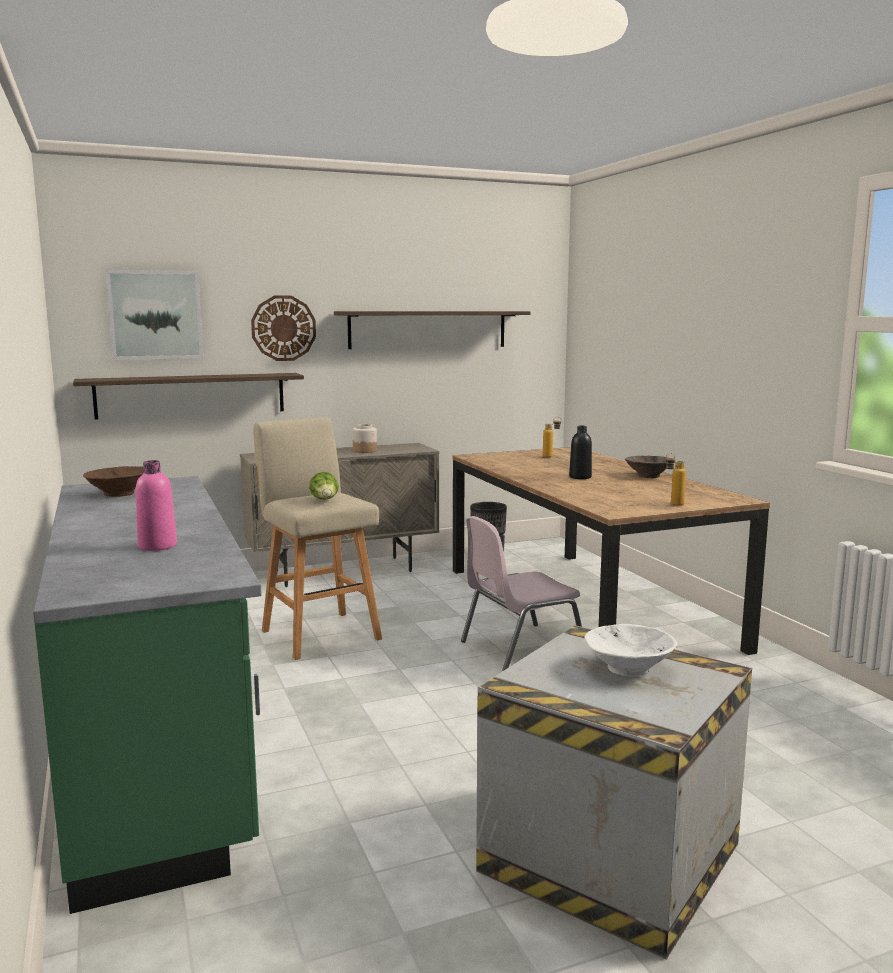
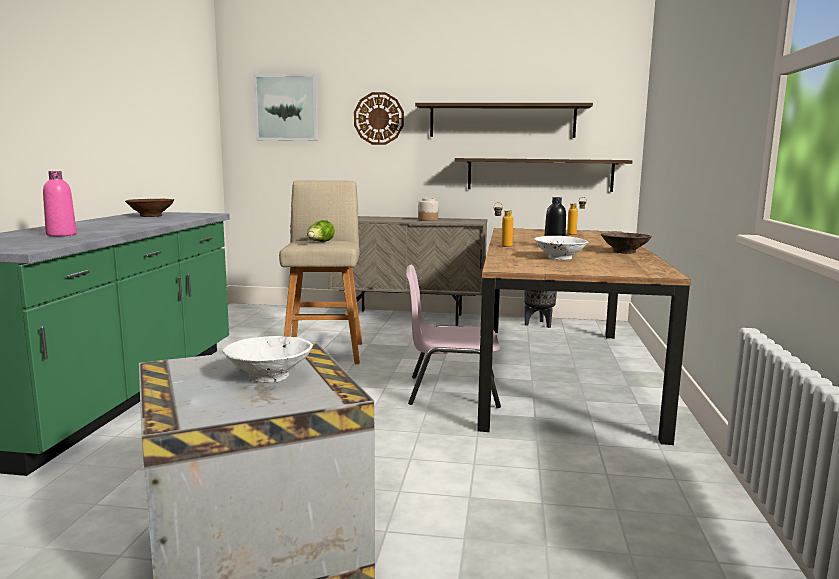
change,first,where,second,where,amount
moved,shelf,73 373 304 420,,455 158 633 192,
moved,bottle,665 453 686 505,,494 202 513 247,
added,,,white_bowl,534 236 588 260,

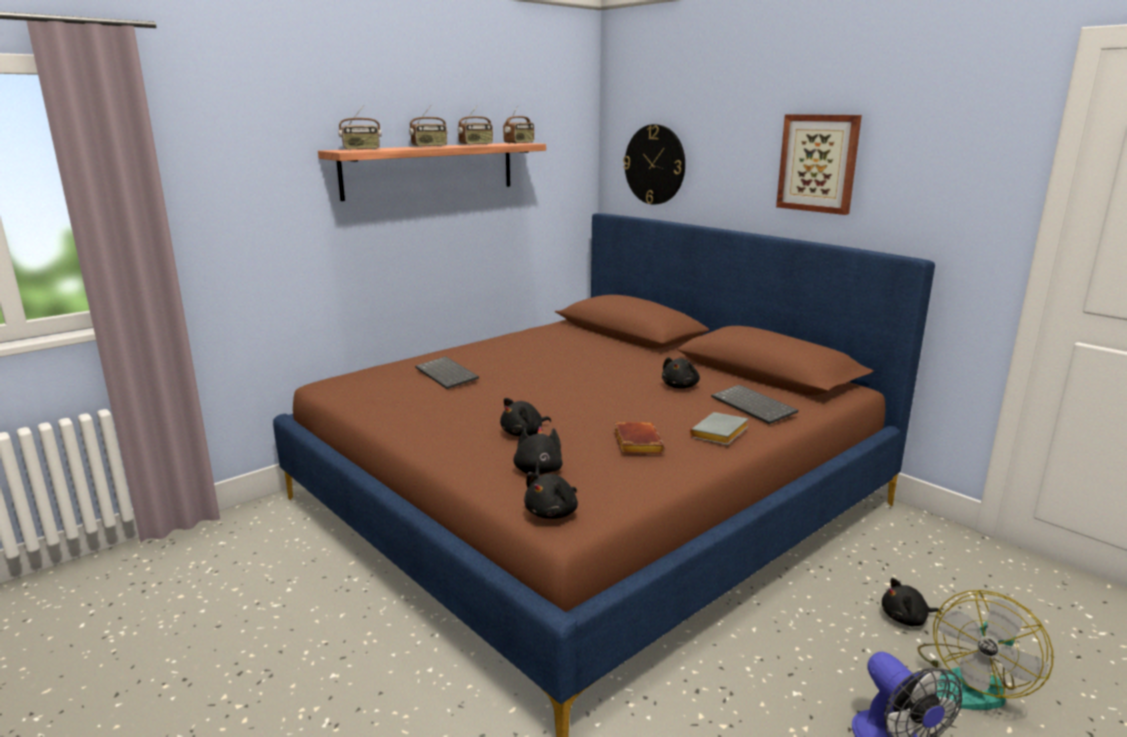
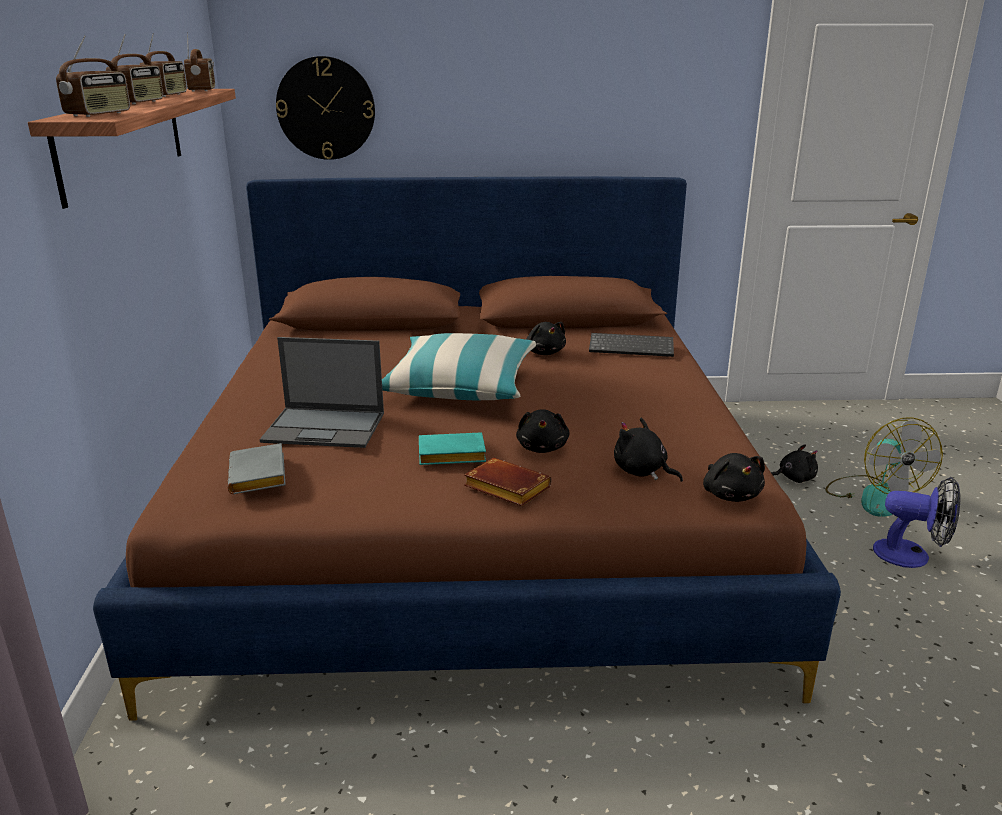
change,first,where,second,where,amount
replaced,keyboard,415 356 479 389,laptop,259 337 384 448,
moved,brown_book,614 422 665 454,,464 458 551 506,
moved,grey_book,690 412 748 445,,228 443 286 494,
removed,picture,776 114 862 215,,,
turned,black_plush_toy,882 578 941 626,,771 444 818 483,135 degrees counterclockwise
added,,,pillow,382 333 536 400,
added,,,turquoise_book,419 432 486 465,

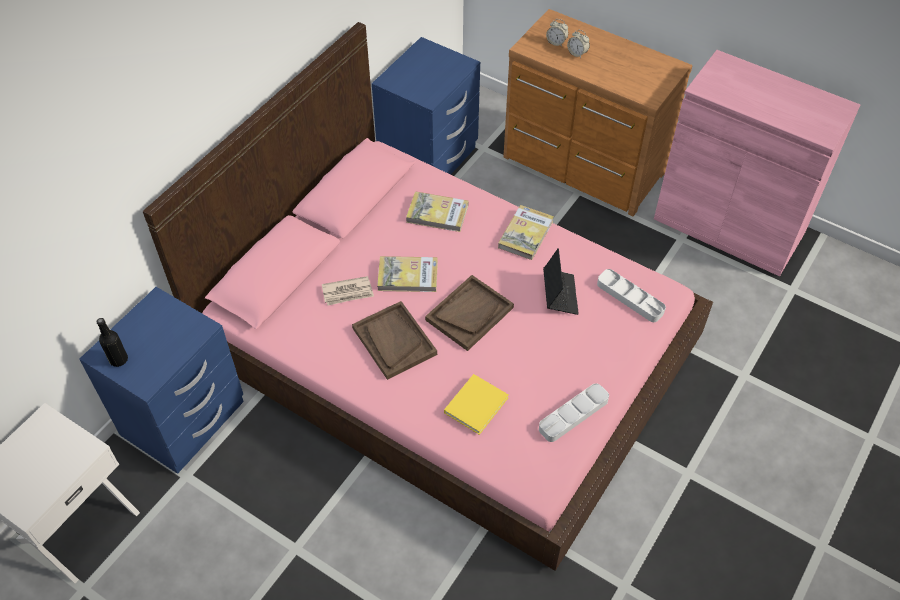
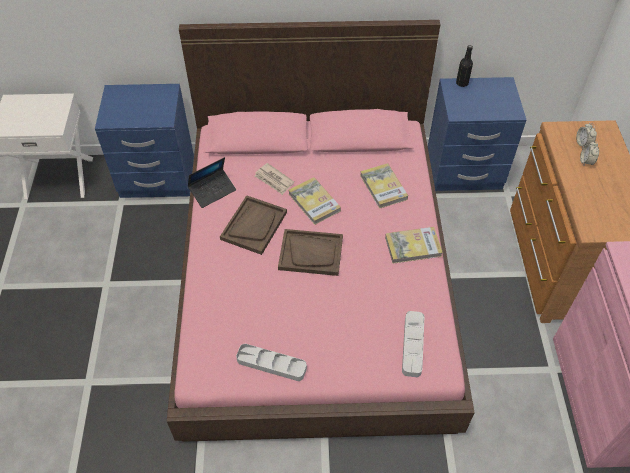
change,first,where,second,where,amount
moved,black_bottle,96 318 128 367,,456 45 473 87,
removed,yellow_book,444 374 509 435,,,
moved,laptop,543 248 579 315,,188 157 236 208,

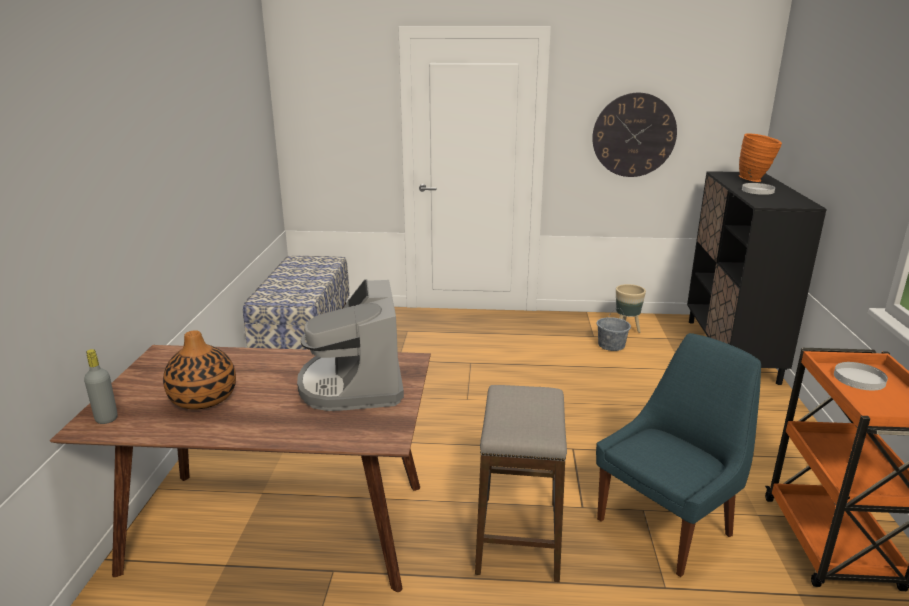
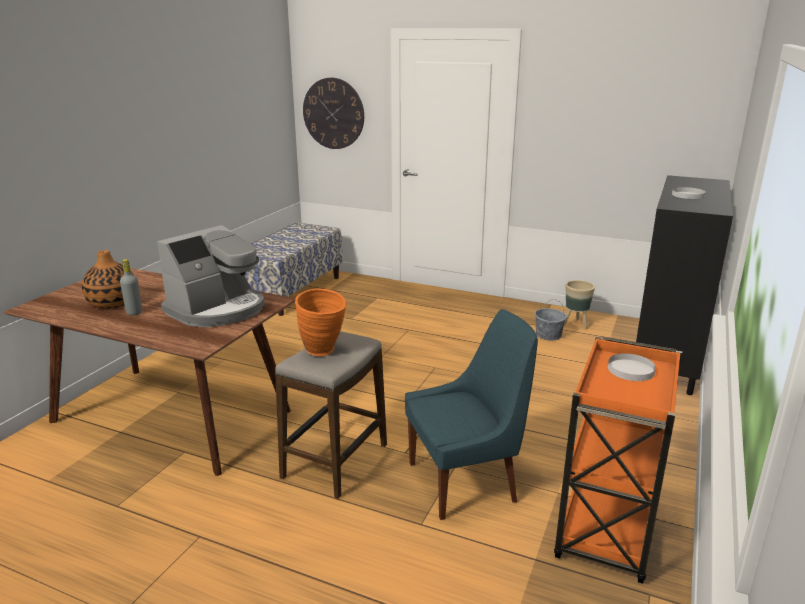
change,first,where,second,where,amount
moved,grey_bottle,84 349 118 424,,120 259 142 316,
turned,coffee_machine,297 279 404 411,,157 225 265 327,150 degrees counterclockwise
moved,wall_clock,592 93 677 177,,303 78 364 149,
moved,orange_vase,739 133 782 182,,295 288 347 356,

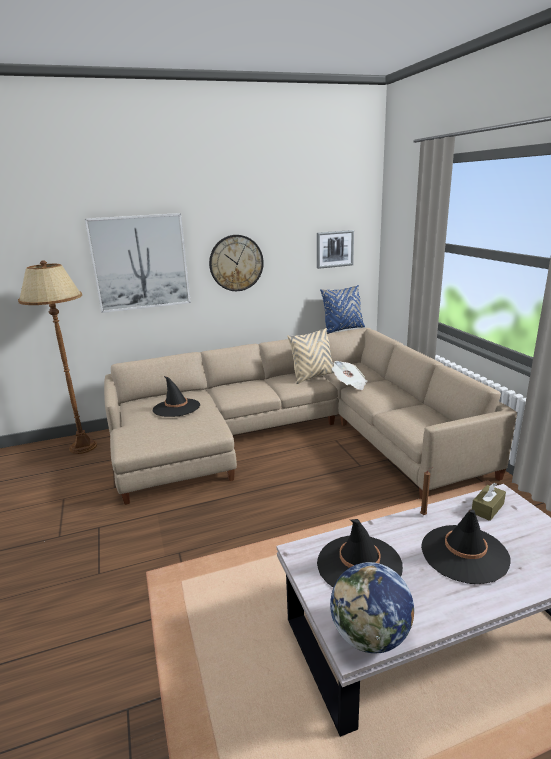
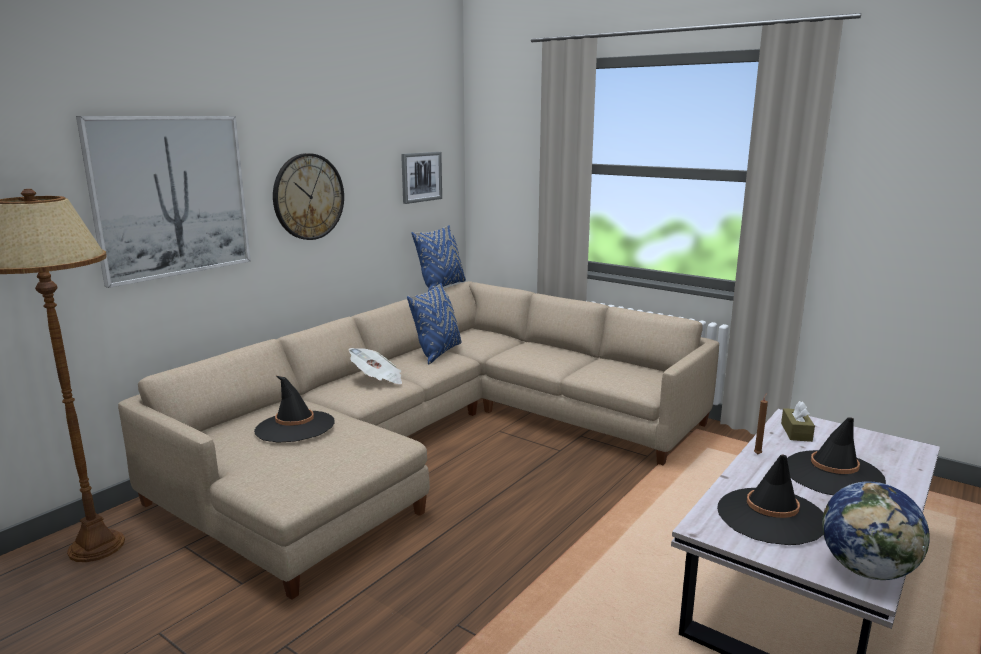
change,first,where,second,where,amount
recoloured,beige_pillow,287 328 334 384,blue_pillow,407 283 462 364,
moved,newspaper,332 361 368 390,,348 348 402 384,

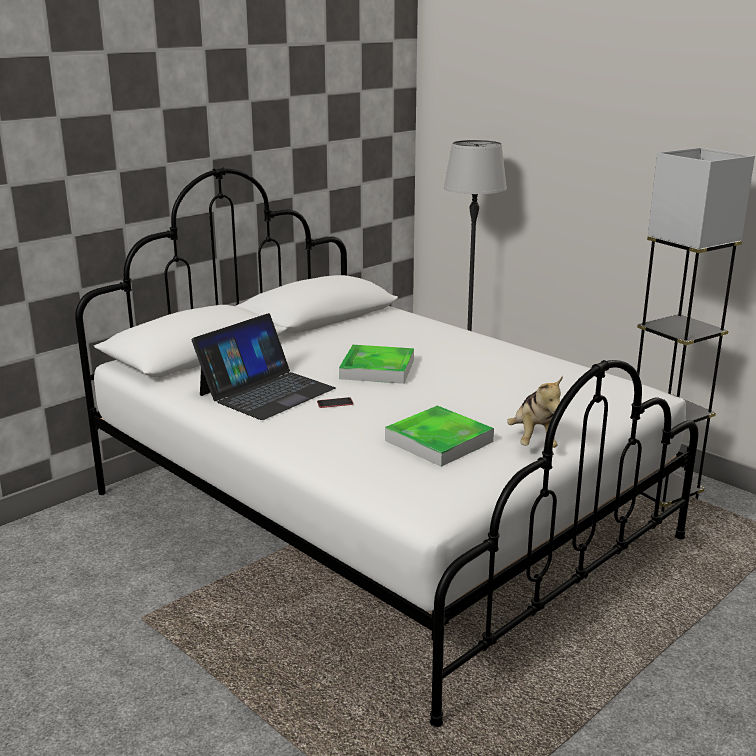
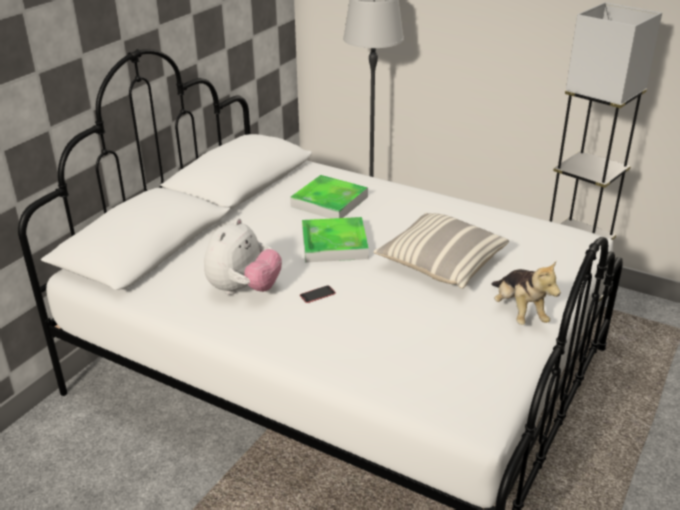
change,first,where,second,where,amount
replaced,laptop,192 313 335 420,plush_toy,204 218 282 295,
moved,tray,385 405 494 467,,290 175 368 219,
added,,,pillow,373 213 509 289,

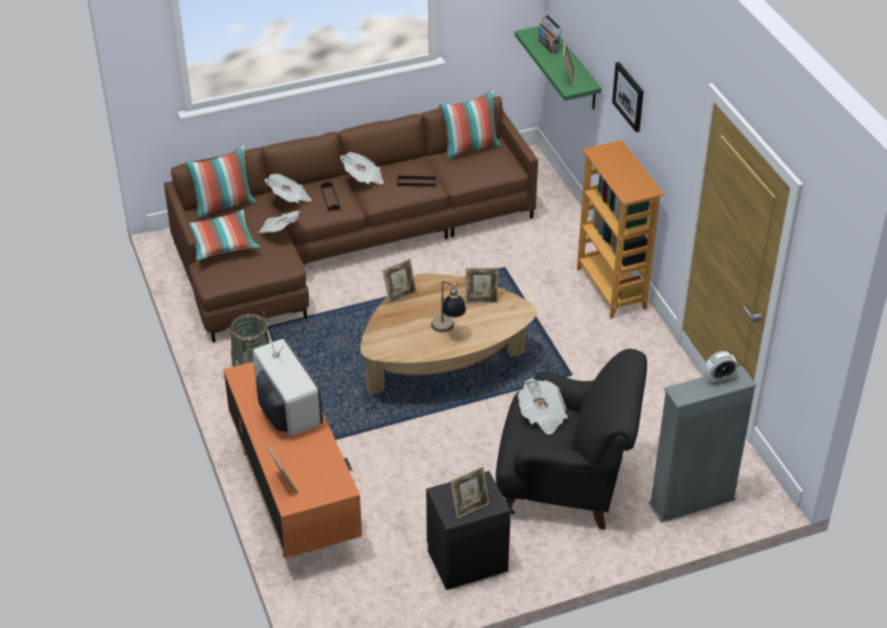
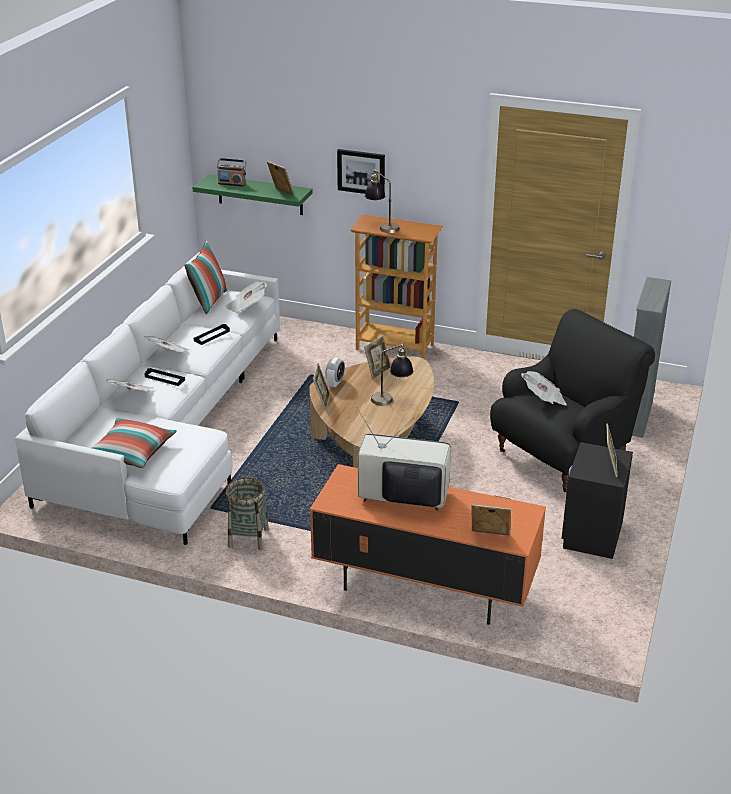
change,first,where,second,where,amount
recoloured,brown_sofa,164 96 538 342,white_sofa,15 252 280 545,
removed,pillow,184 145 256 219,,,
moved,newspaper,258 211 301 233,,226 281 267 314,
moved,alarm_clock,705 351 738 384,,325 357 345 388,
added,,,table_lamp,365 169 400 233,

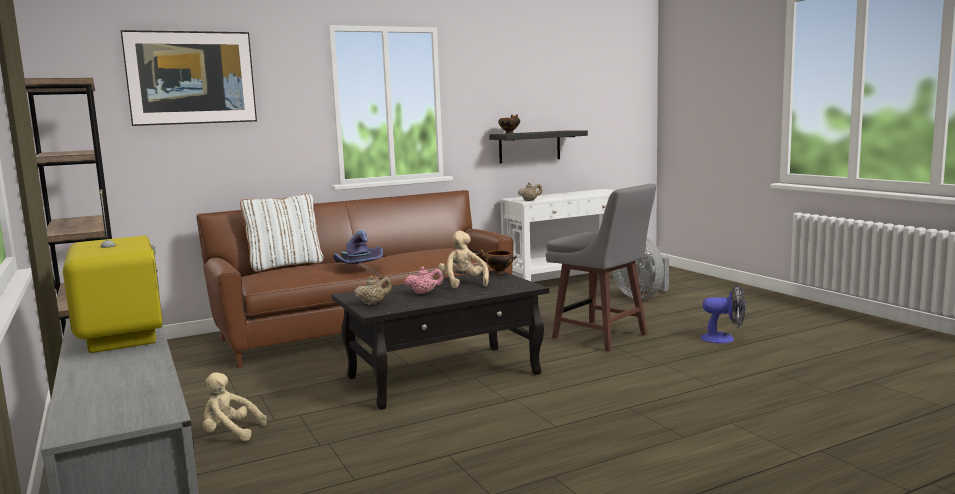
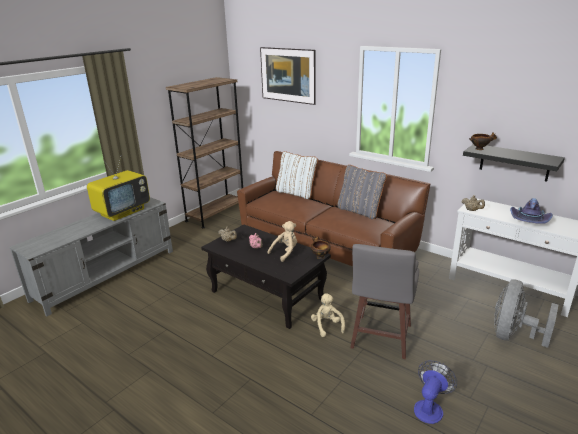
change,first,where,second,where,amount
moved,beige_plush_toy,203 373 267 441,,311 293 345 337,
moved,purple_hat,333 230 383 264,,510 198 553 224,
turned,fan,701 285 745 344,,414 360 457 424,135 degrees counterclockwise
added,,,grey_pillow,337 165 387 219,

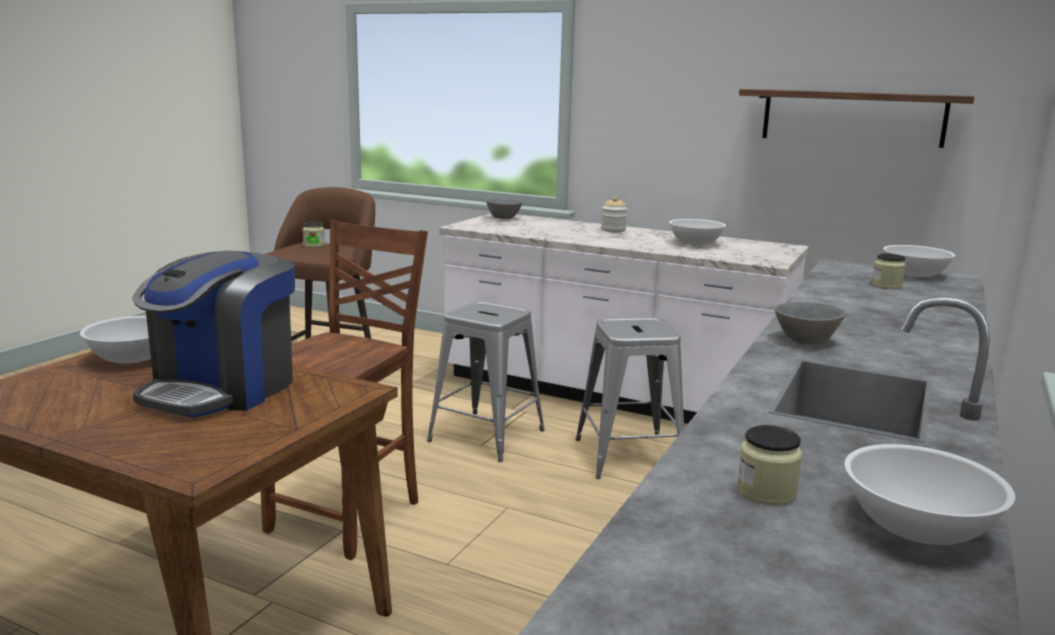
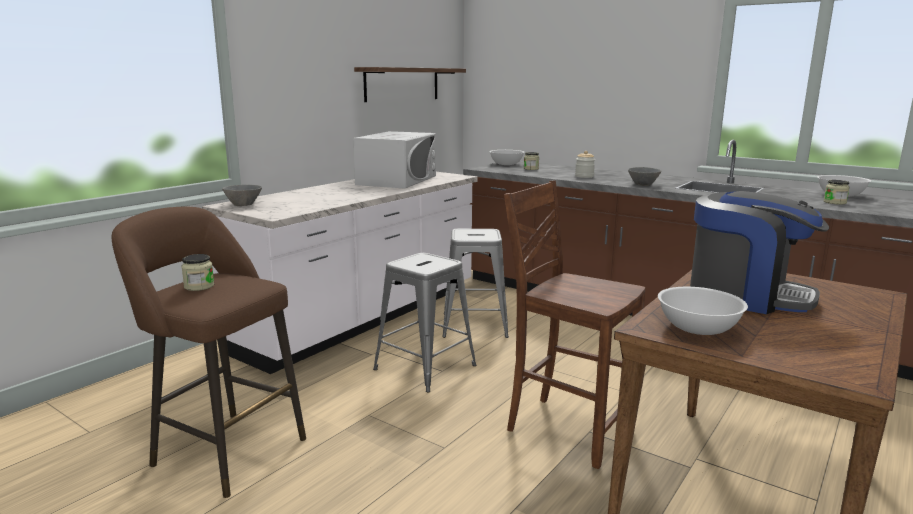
change,first,where,second,where,amount
moved,jar,601 197 627 232,,575 151 595 178,
replaced,white_bowl,669 219 726 245,white_microwave,353 131 436 189,

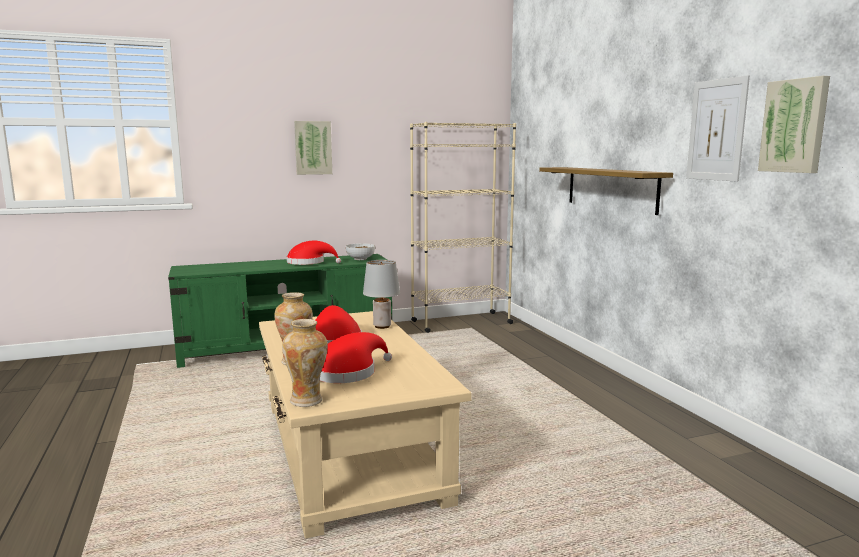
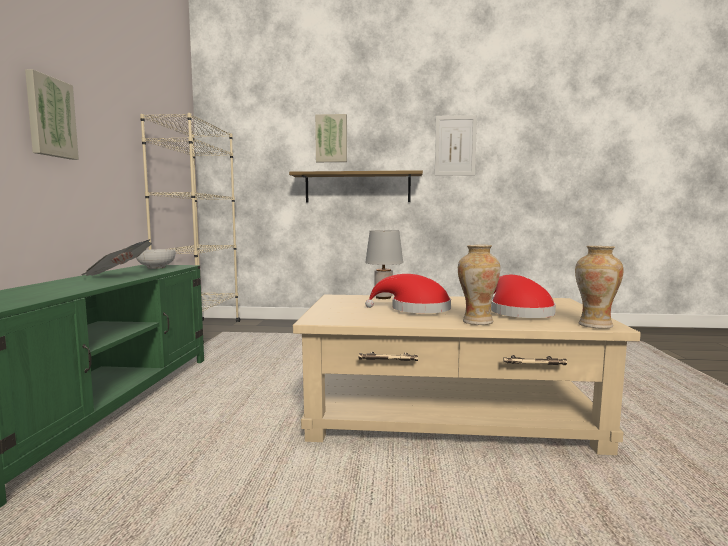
change,first,where,second,where,amount
replaced,red_hat,287 241 341 265,newspaper,82 239 152 276,
moved,picture,758 76 830 173,,315 114 347 162,

